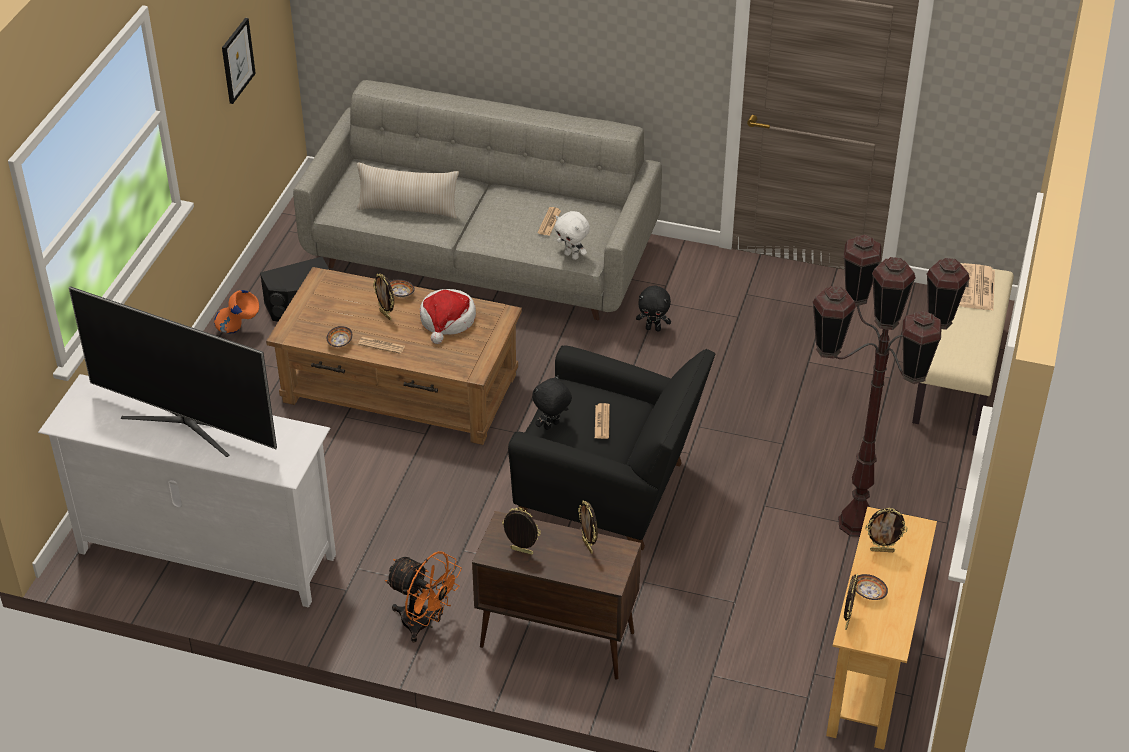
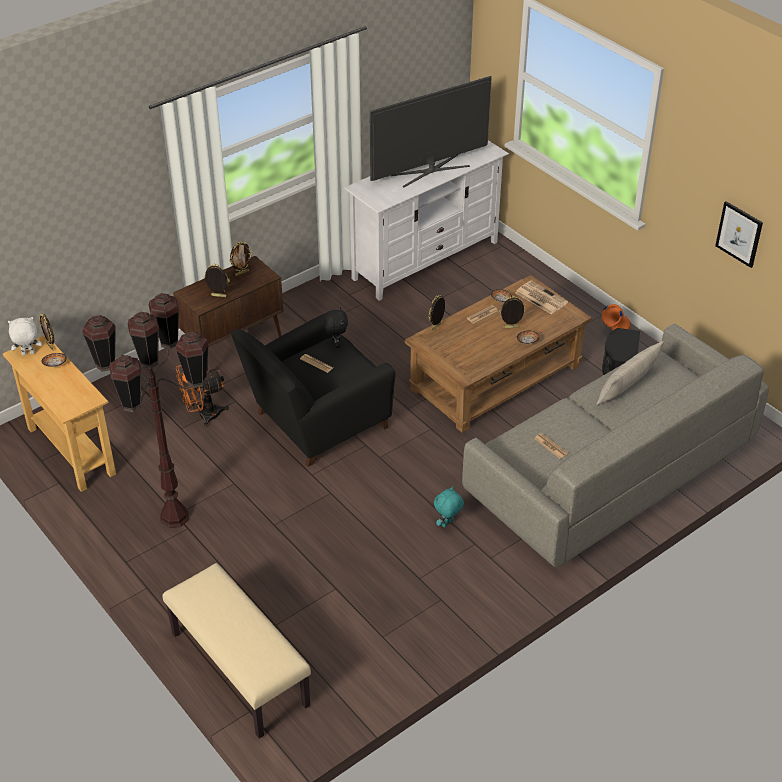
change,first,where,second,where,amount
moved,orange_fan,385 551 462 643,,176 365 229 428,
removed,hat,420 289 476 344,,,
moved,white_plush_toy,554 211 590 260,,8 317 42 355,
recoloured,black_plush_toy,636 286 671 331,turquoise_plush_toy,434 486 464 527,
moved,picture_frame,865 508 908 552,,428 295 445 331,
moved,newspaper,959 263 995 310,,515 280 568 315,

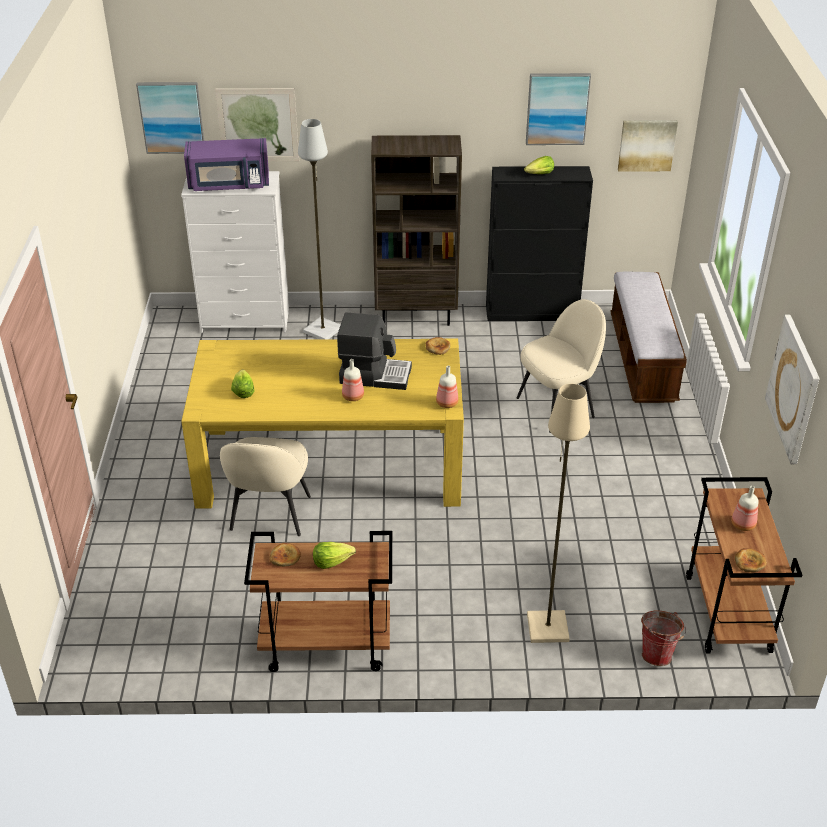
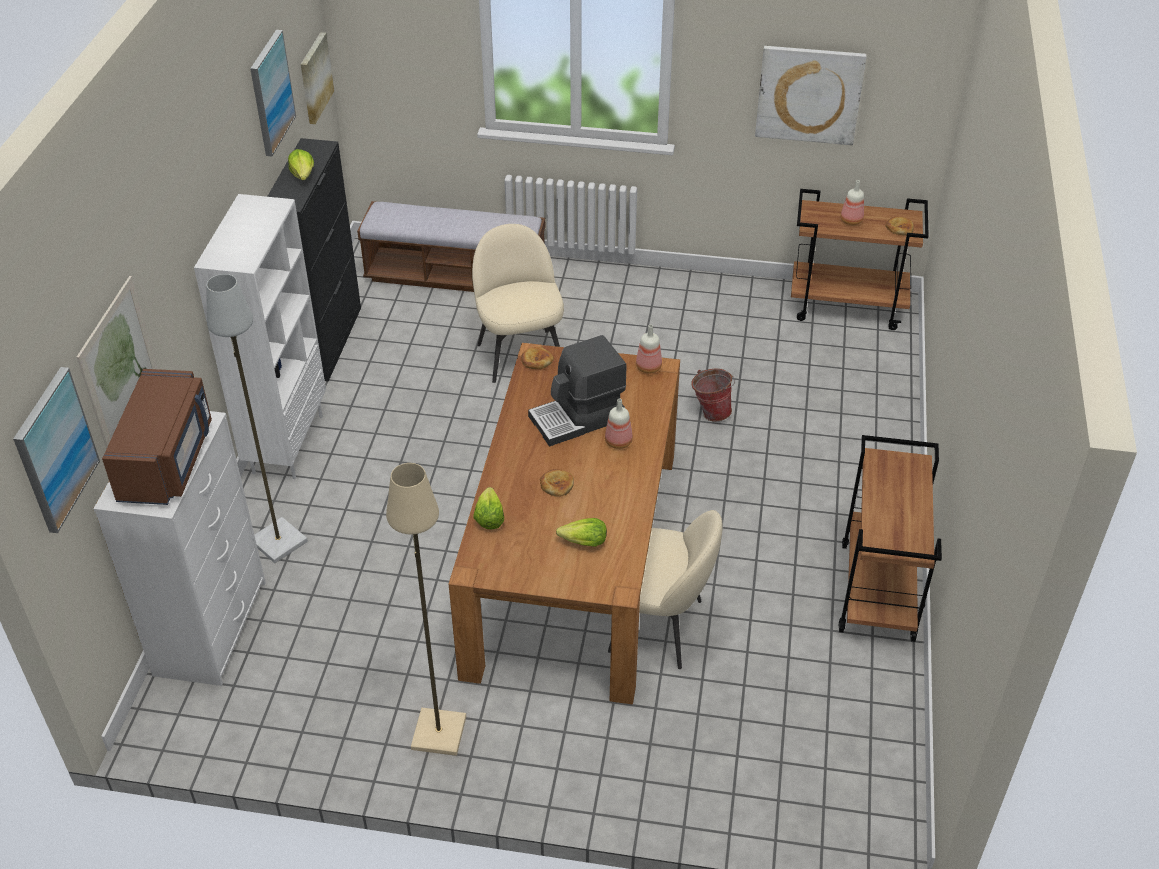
change,first,where,second,where,amount
recoloured,yellow_dining_table,181 338 464 508,brown_dining_table,449 343 680 704,
recoloured,purple_microwave,184 138 269 191,brown_microwave,102 369 212 505,
moved,bread,269 543 301 567,,540 469 574 497,
moved,lettuce,313 542 356 569,,474 487 504 529,
turned,coffee_machine,337 312 412 390,,528 335 627 447,135 degrees counterclockwise
recoloured,brown_bookcase,371 135 462 326,white_bookcase,194 194 326 479,
moved,beige_floor_lamp,527 384 590 643,,386 463 466 756,
moved,bucket,641 611 686 666,,691 369 735 422,

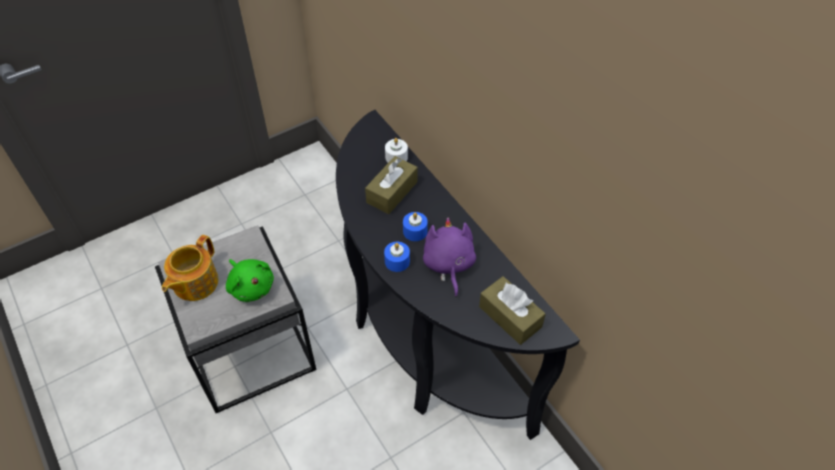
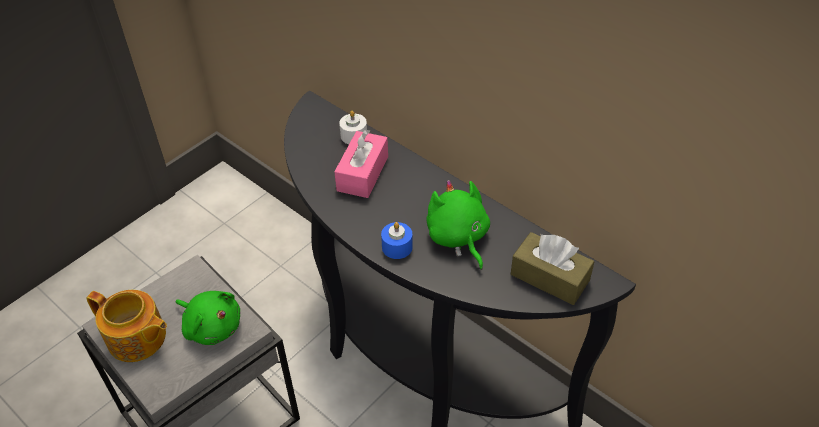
change,first,where,second,where,amount
turned,teapot,162 235 218 301,,86 290 167 362,75 degrees counterclockwise
recoloured,brown_tissue_box,365 156 418 214,pink_tissue_box,334 129 388 198,
removed,blue_candle,403 212 428 241,,,
recoloured,purple_plush_toy,423 217 476 297,green_plush_toy,426 180 490 270,

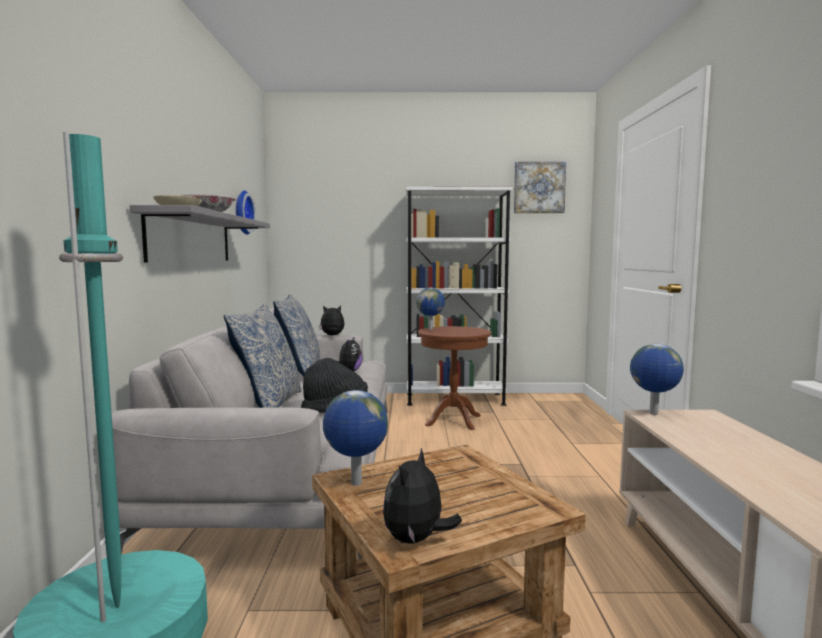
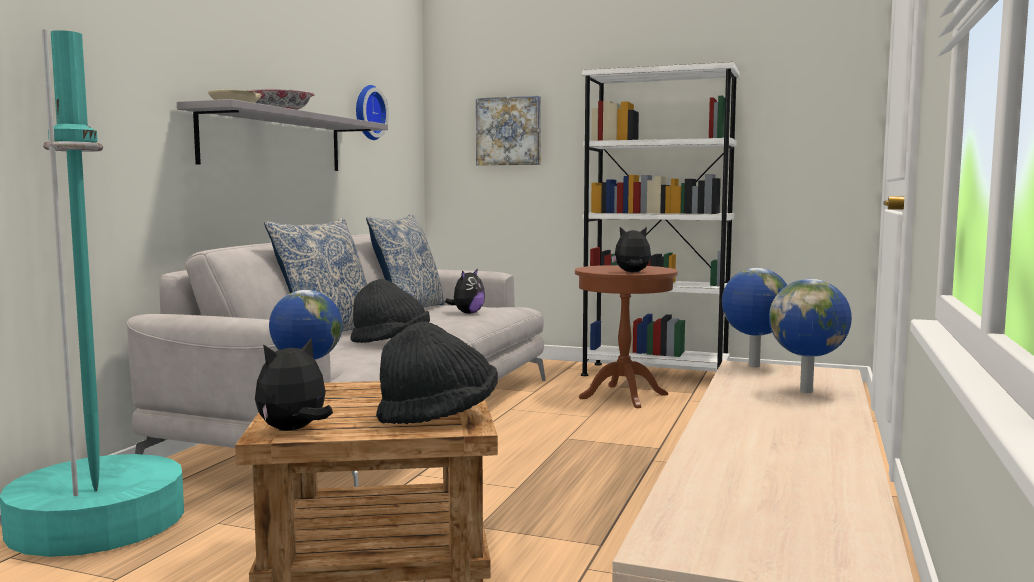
change,first,where,second,where,amount
moved,plush_toy,319 306 345 335,,611 227 651 273,
moved,globe,416 288 445 330,,769 279 852 393,
moved,picture,514 162 566 213,,476 96 541 166,
added,,,black_hat,376 322 498 424,

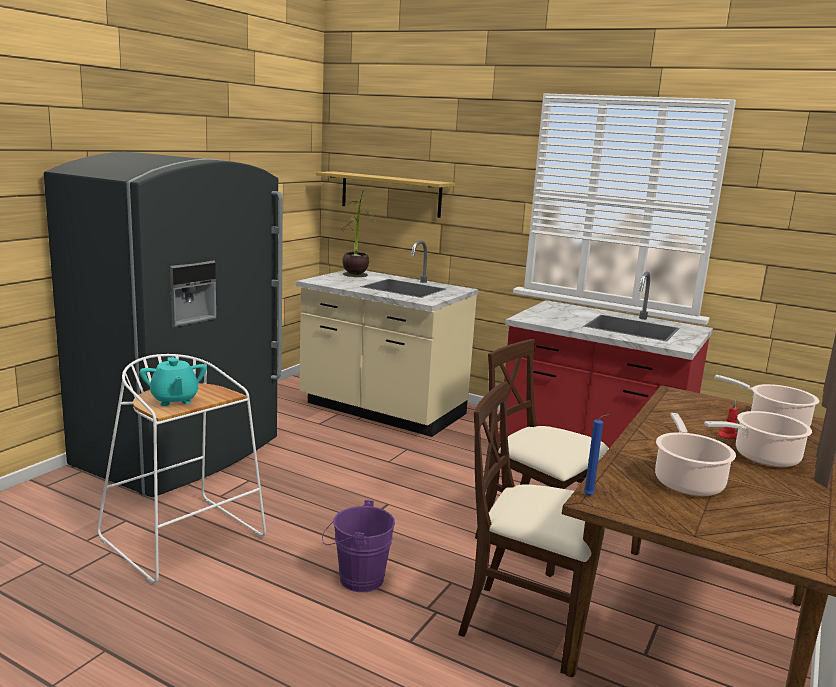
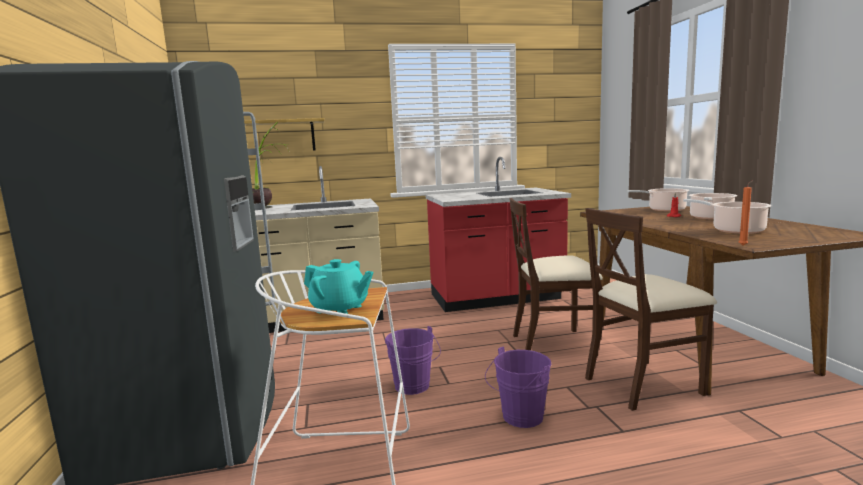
change,first,where,second,where,amount
recoloured,blue_candle,584 414 610 496,orange_candle,739 180 753 246,
added,,,purple_bucket,385 326 441 395,

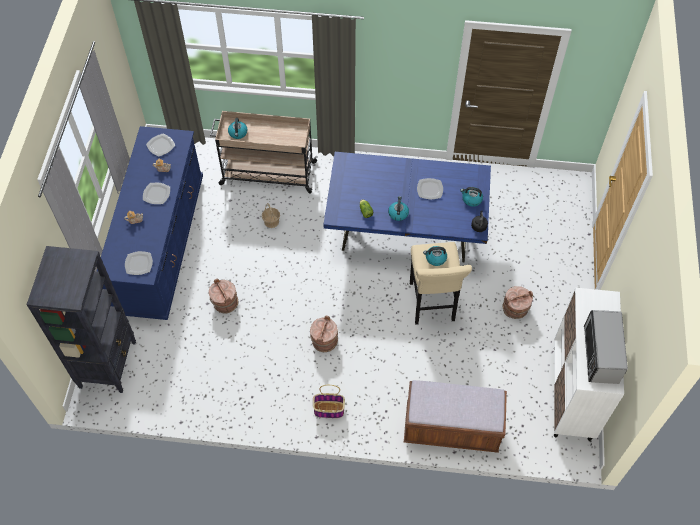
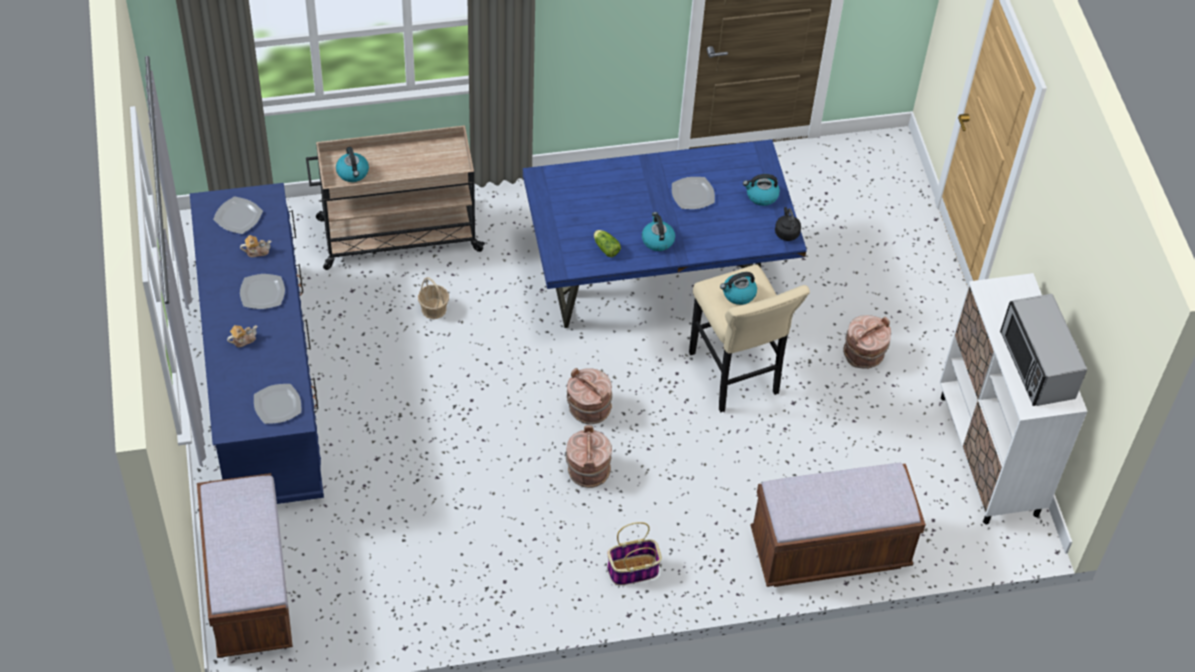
change,first,where,second,where,amount
replaced,black_bookcase,26 246 136 393,brown_bench,197 473 293 658,
moved,brown_bucket,209 278 238 313,,567 368 612 424,

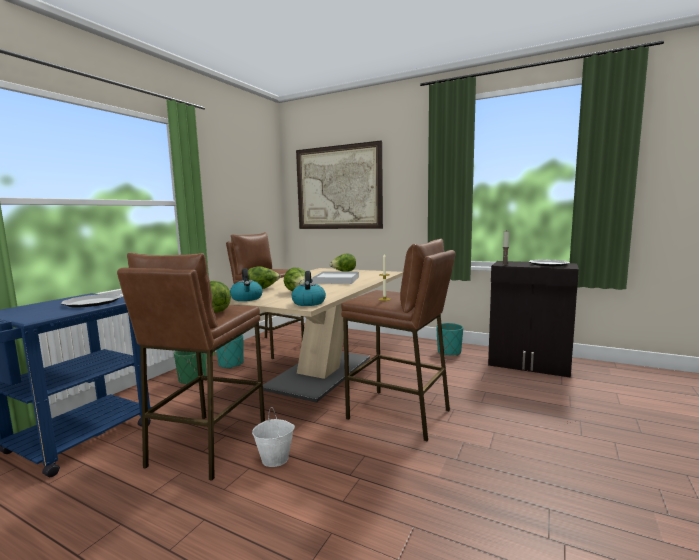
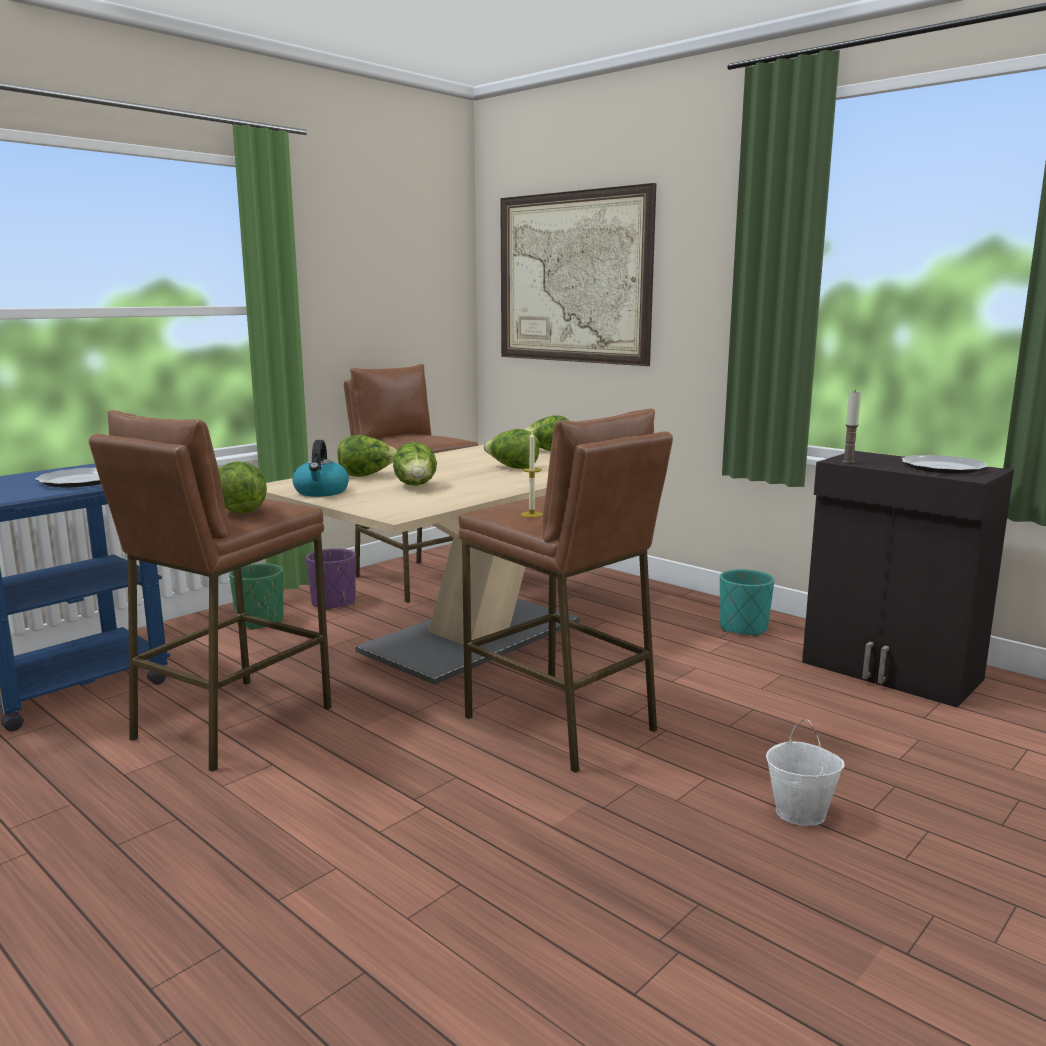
change,first,where,second,where,amount
recoloured,turquoise_planter,216 335 243 369,purple_planter,306 548 356 610,
moved,white_bucket,252 407 295 467,,766 720 845 826,
removed,kettle,292 271 326 306,,,
replaced,white_tray,312 271 359 284,lettuce,483 429 539 469,

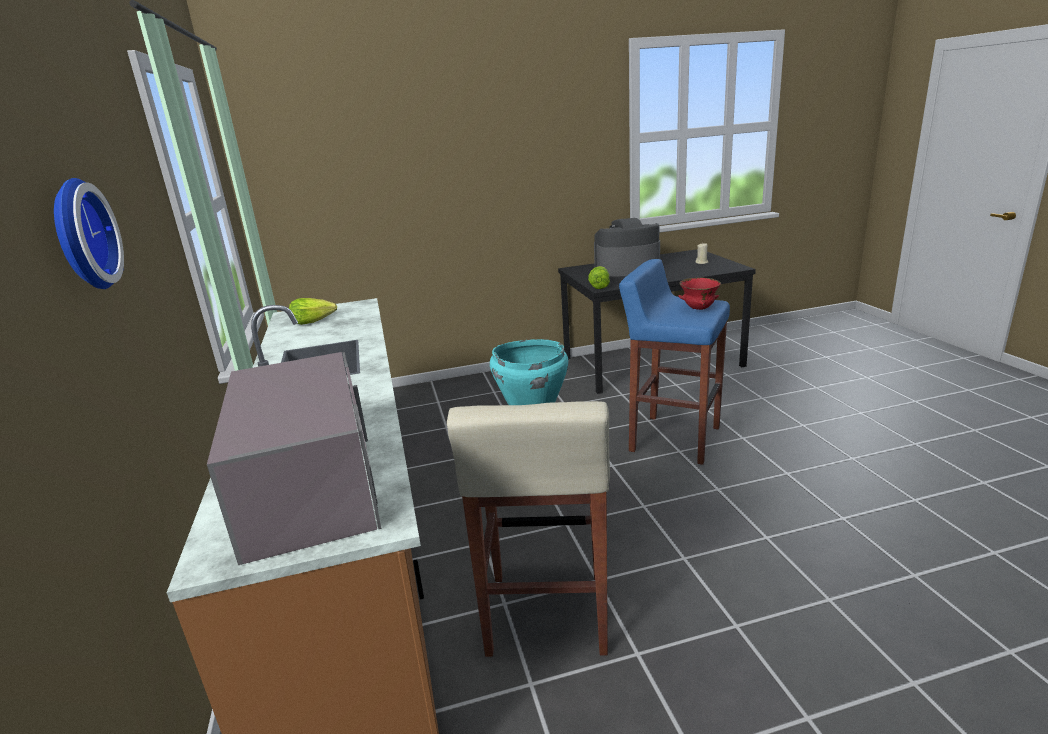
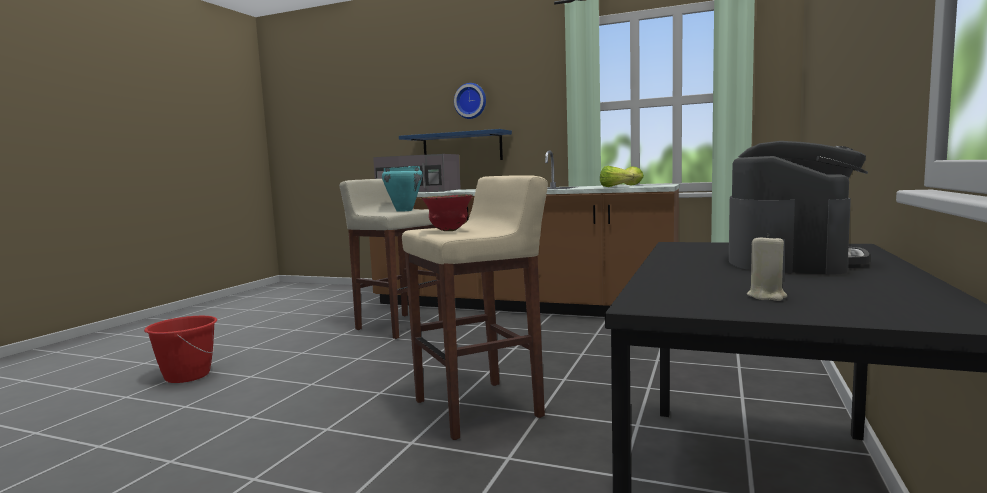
change,first,where,second,where,amount
moved,lettuce,588 266 610 289,,600 166 635 187,
recoloured,blue_stool,619 259 730 465,beige_stool,402 175 548 440,
added,,,red_bucket,144 316 217 383,
added,,,blue_shelf,399 129 512 160,

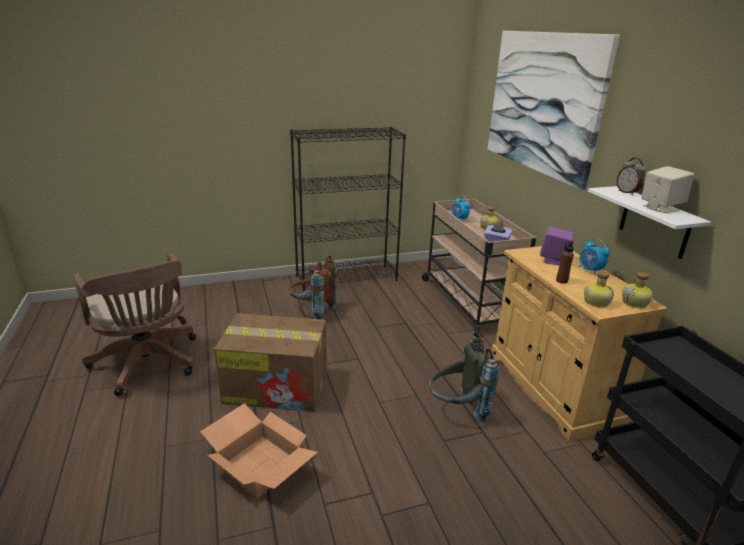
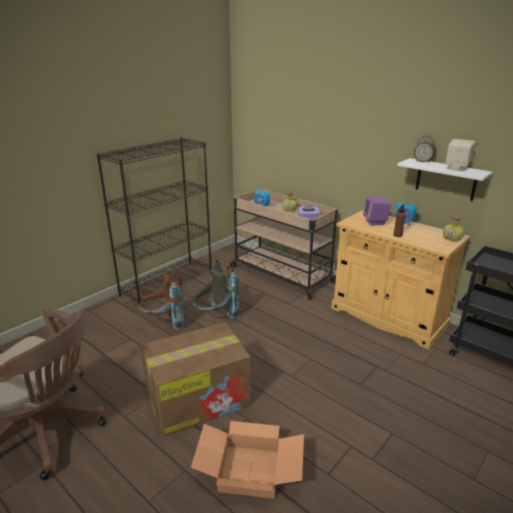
change,first,where,second,where,amount
moved,grey_backpack,429 333 499 422,,193 260 239 319,
removed,picture,488 31 620 190,,,
removed,bottle,584 271 614 307,,,

